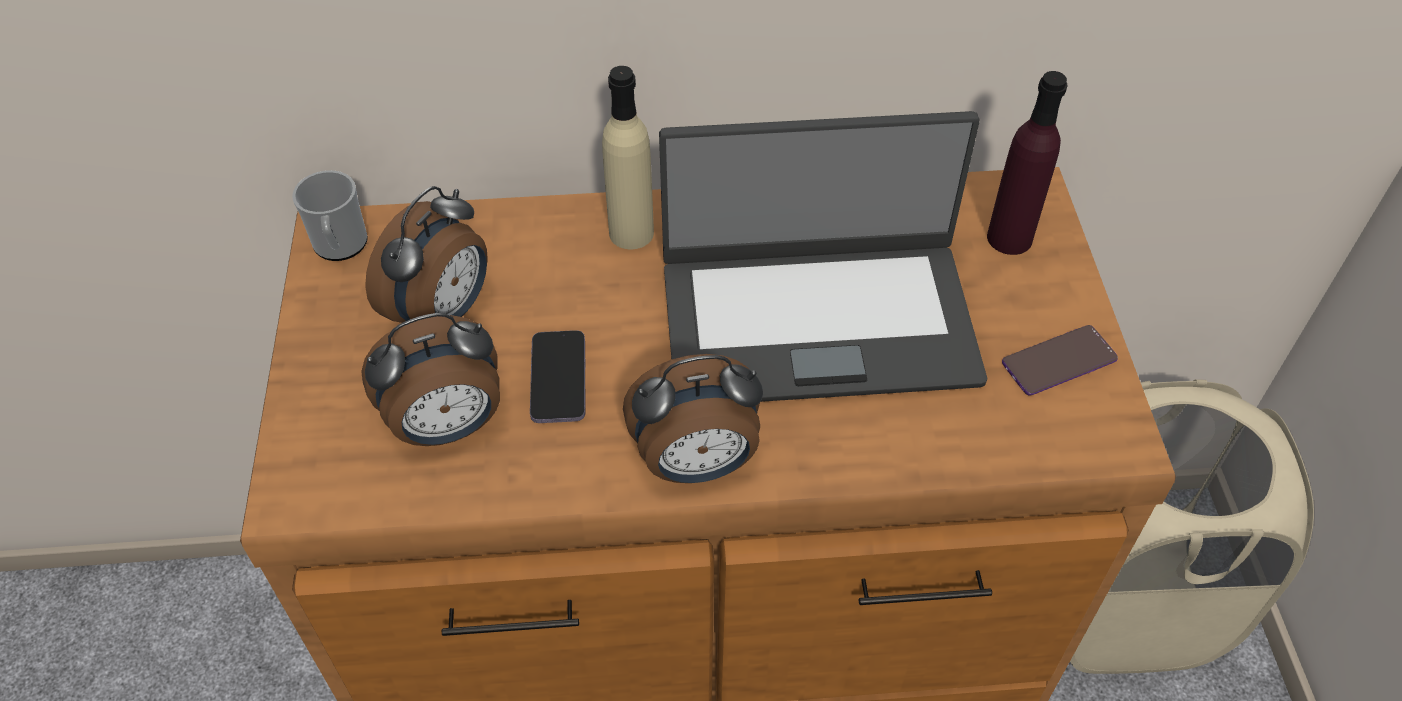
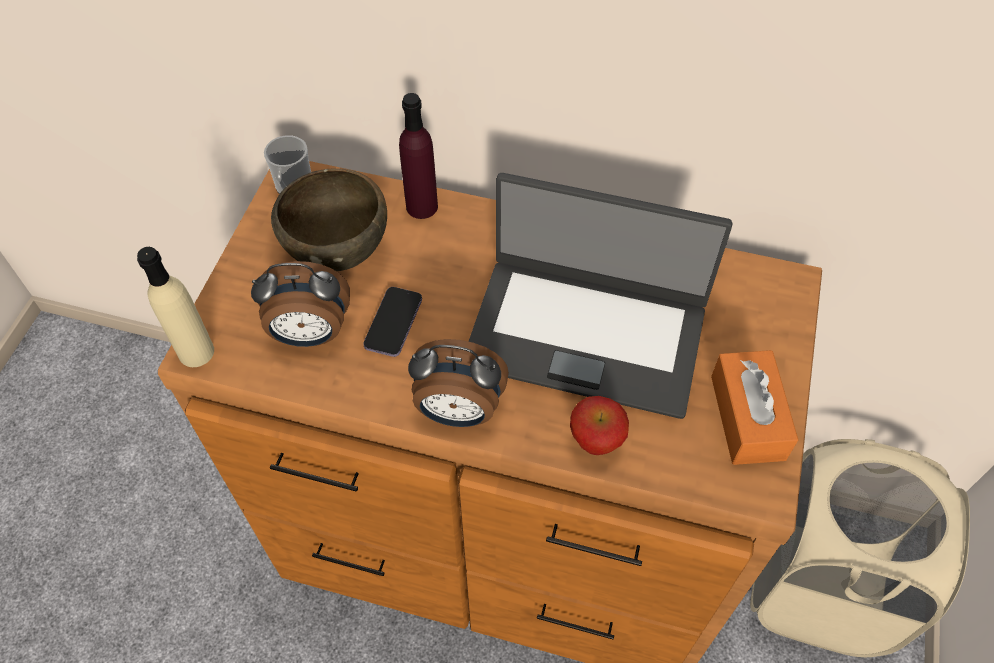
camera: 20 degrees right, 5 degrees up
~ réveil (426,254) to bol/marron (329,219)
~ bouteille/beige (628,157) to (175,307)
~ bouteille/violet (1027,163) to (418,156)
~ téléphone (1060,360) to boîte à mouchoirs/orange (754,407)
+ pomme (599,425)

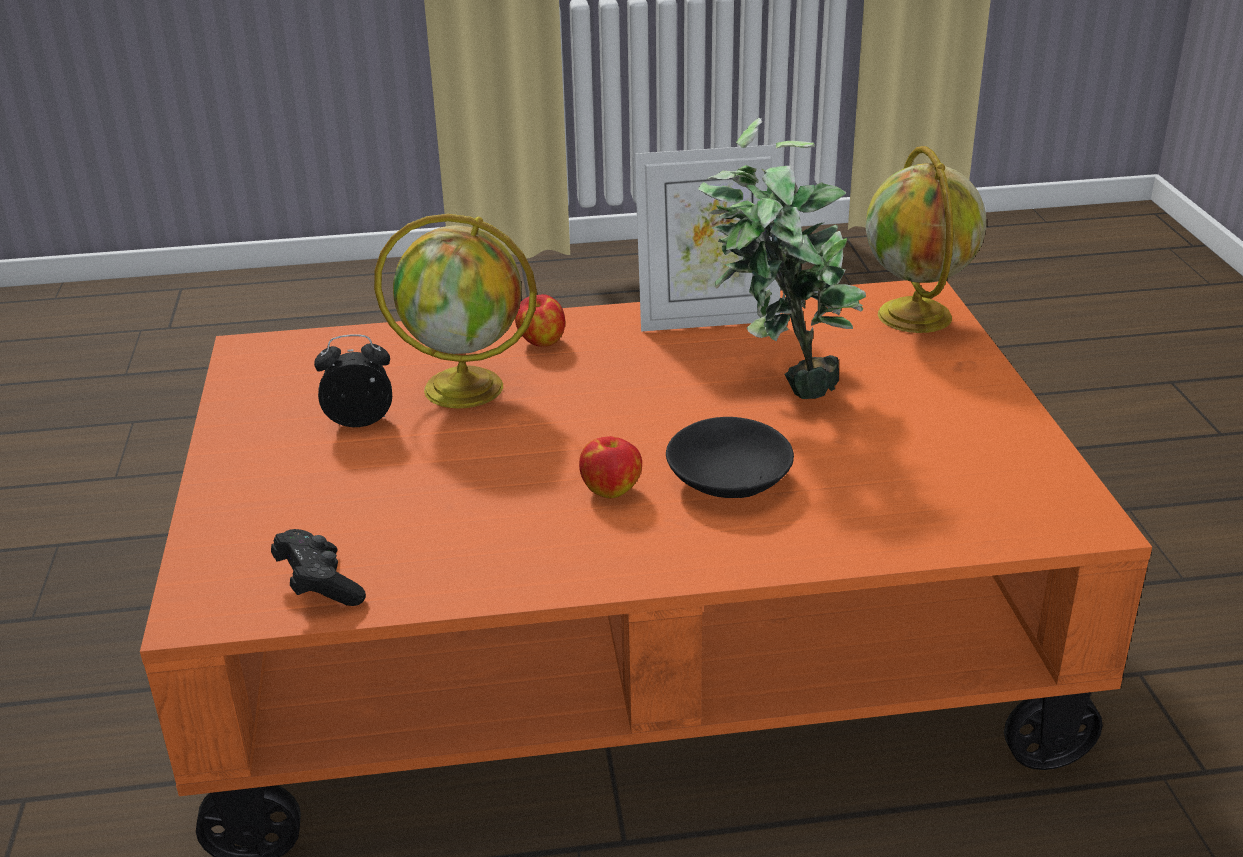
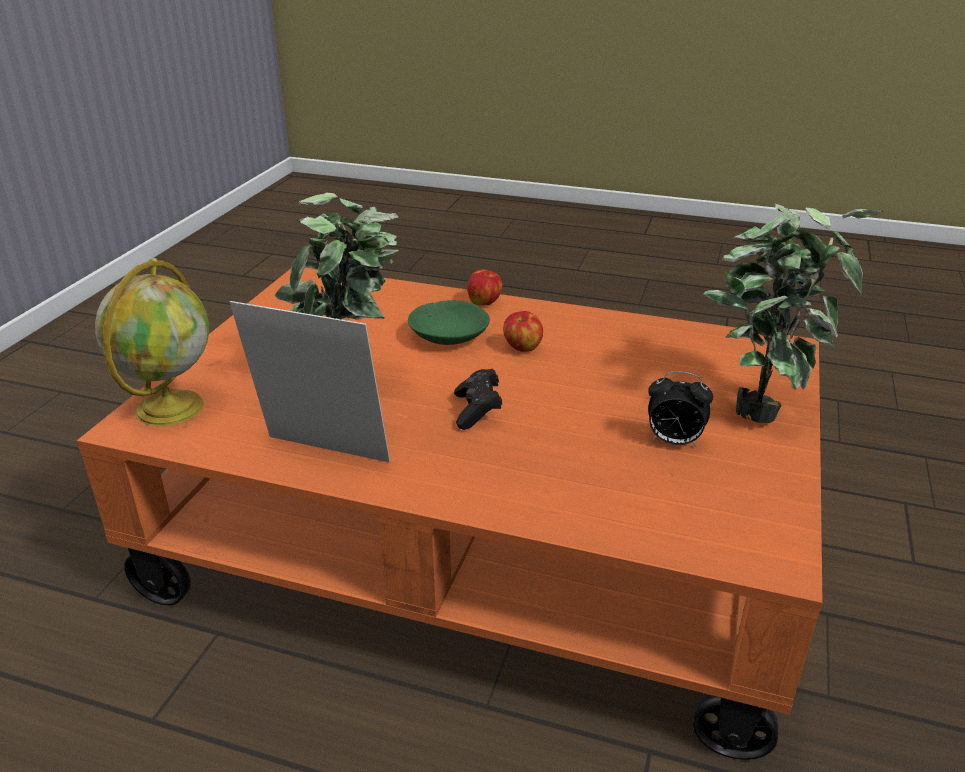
camera: 155 degrees left, 0 degrees up
~ manette/noir (318,567) to (478,399)
- globe (455,311)
~ pomme (540,320) to (484,287)
~ bol/noir (730,457) to bol/vert (449,322)
+ plante en pot (793,313)

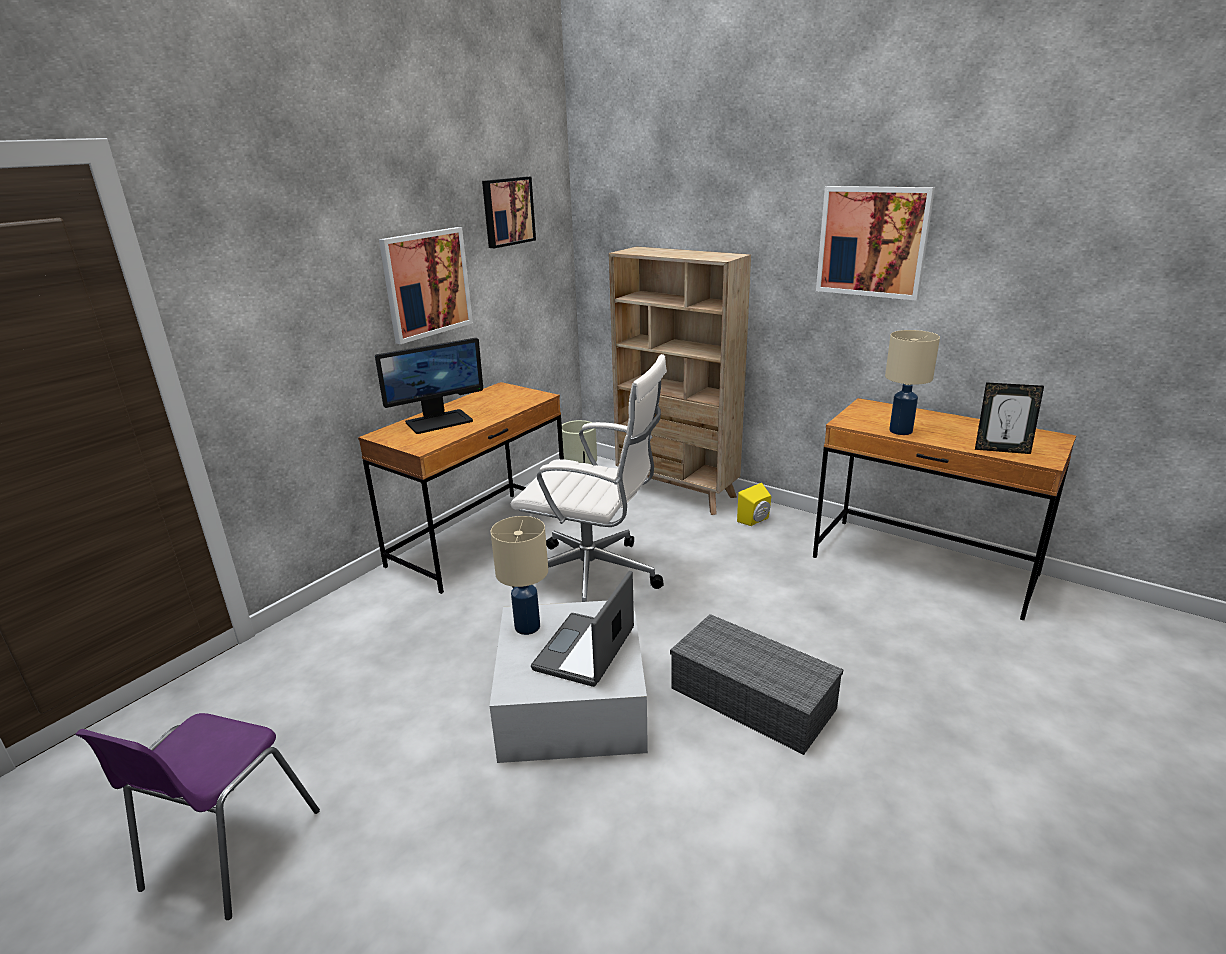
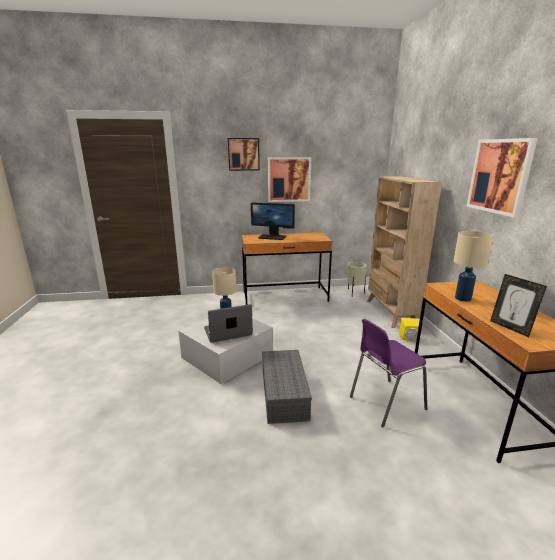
camera: 45 degrees right, 5 degrees down
~ chaise/violet (197,816) to (388,373)
~ tableau (509,212) to (244,154)
- chaise de bureau/blanc (589,478)

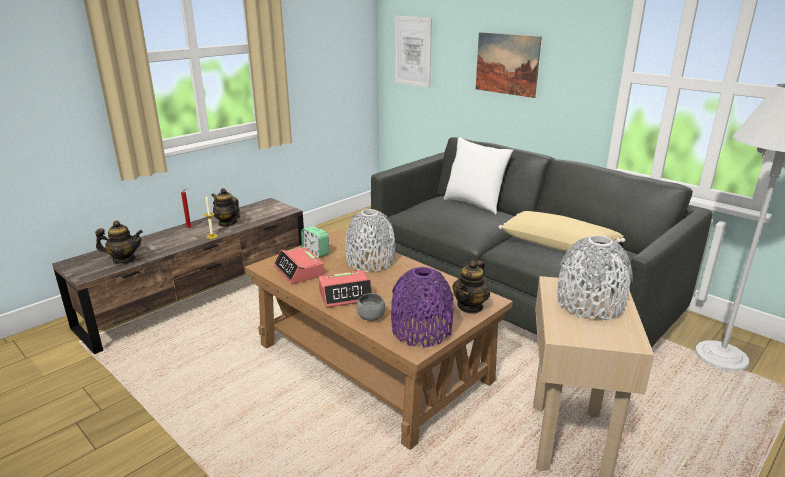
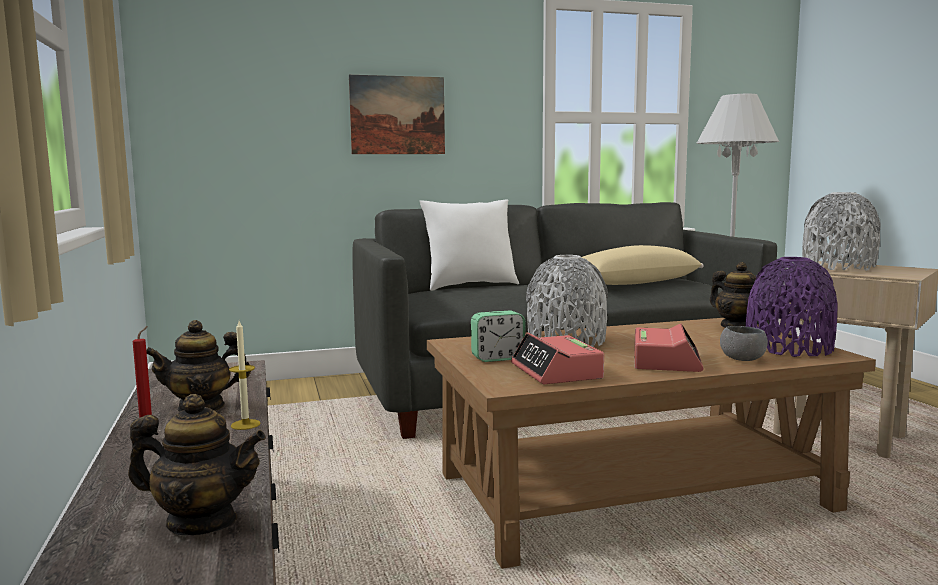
camera: 60 degrees left, 15 degrees down
~ théière (119,242) = (197,464) 75 degrees clockwise
~ réveil (299,265) = (557,358) 75 degrees clockwise
- tableau (413,52)

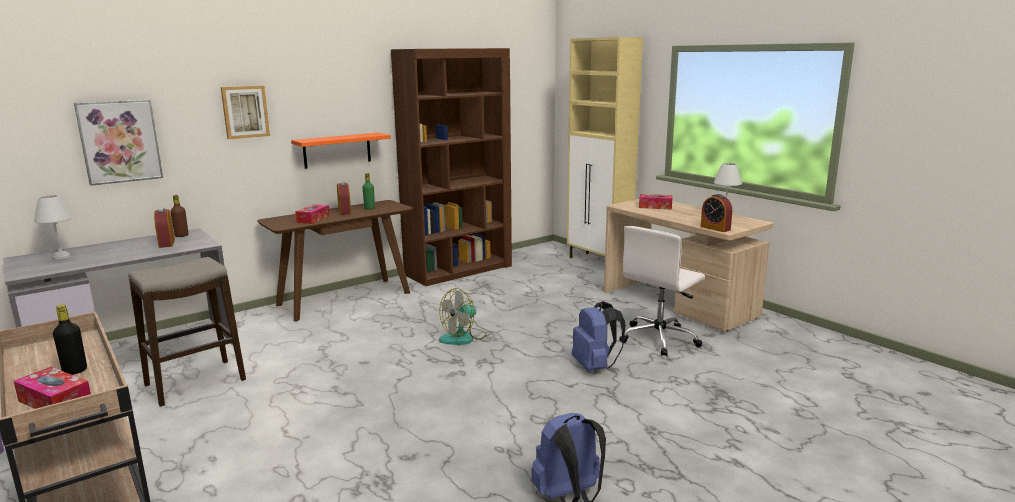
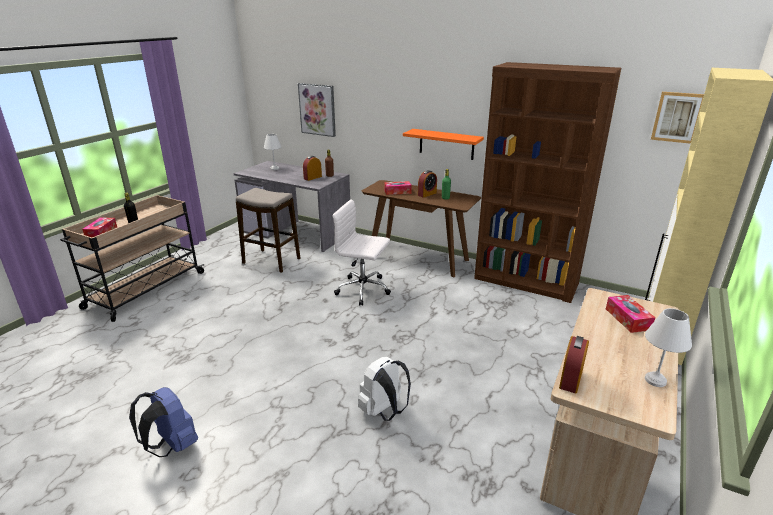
camera: 65 degrees right, 10 degrees up
~ tableau (245,112) to (677,118)
- ventilateur (463,316)
~ sac à dos/bleu (599,336) to sac à dos/blanc (384,389)
~ chaise de bureau/blanc (662,291) to (361,252)

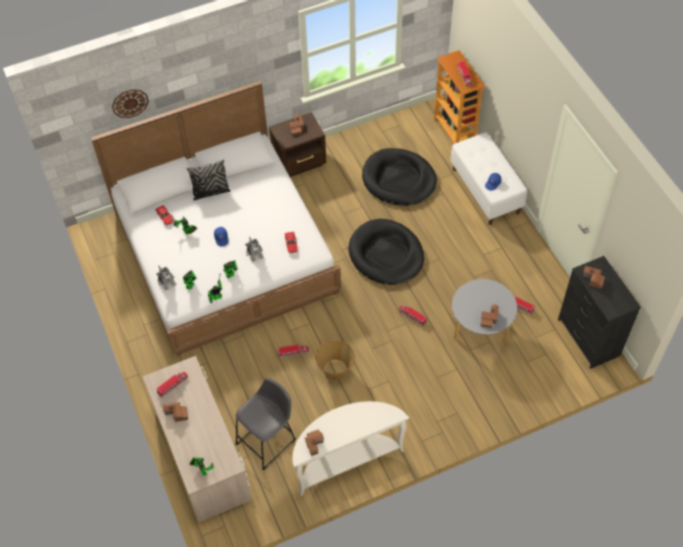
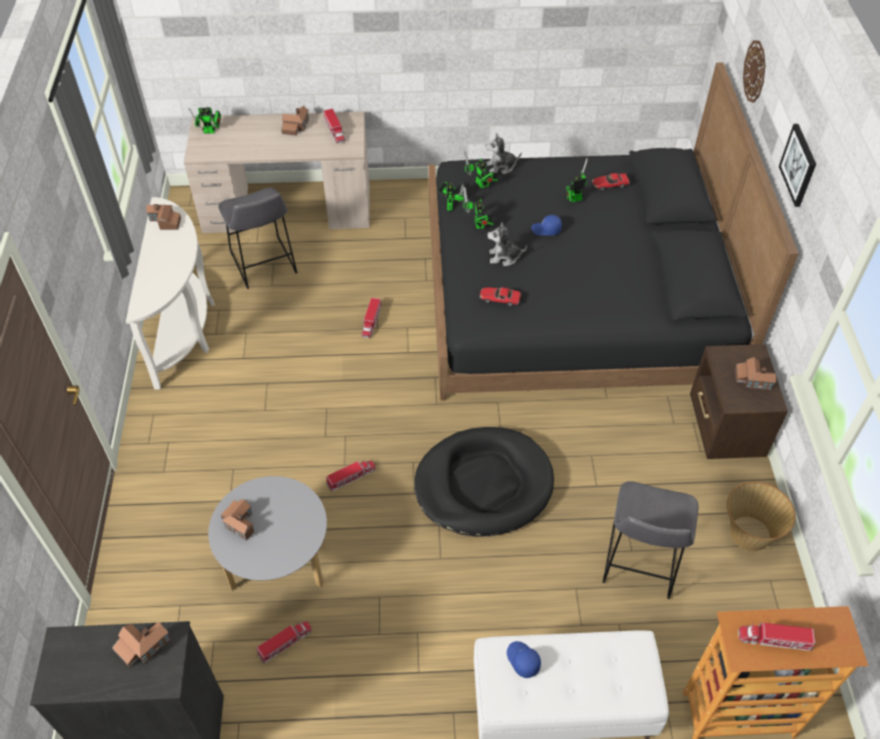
camera: 110 degrees right, 5 degrees down
~ lit/blanc (216,218) to lit/noir (613,231)
- coussin/noir (209,180)
~ panier (335,360) to (761,516)
~ panier pour chien/noir (399,177) to tabouret/gris (650,540)
+ tableau (797,165)

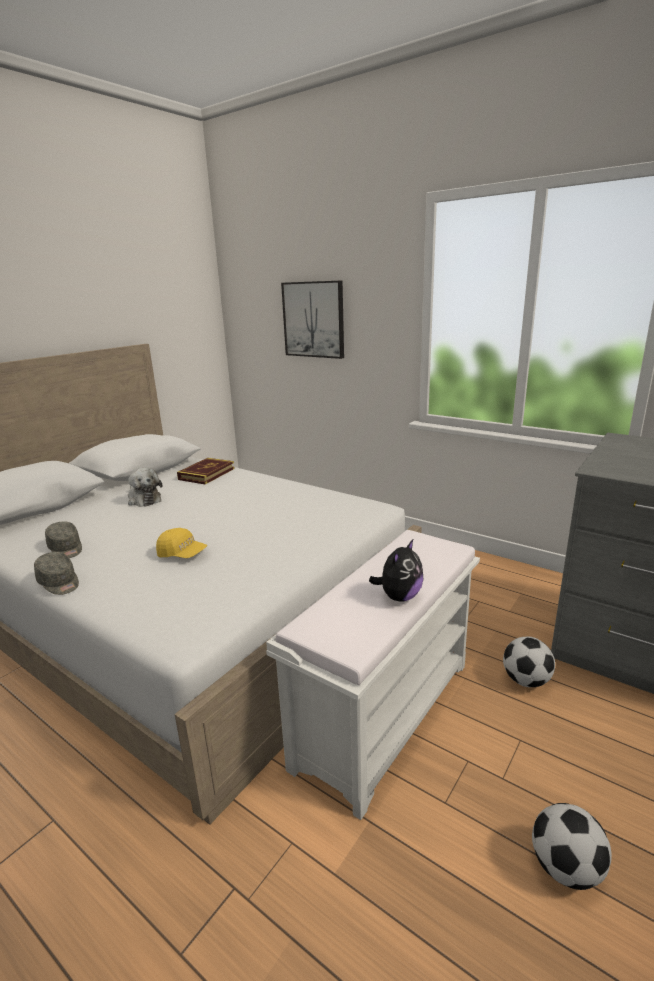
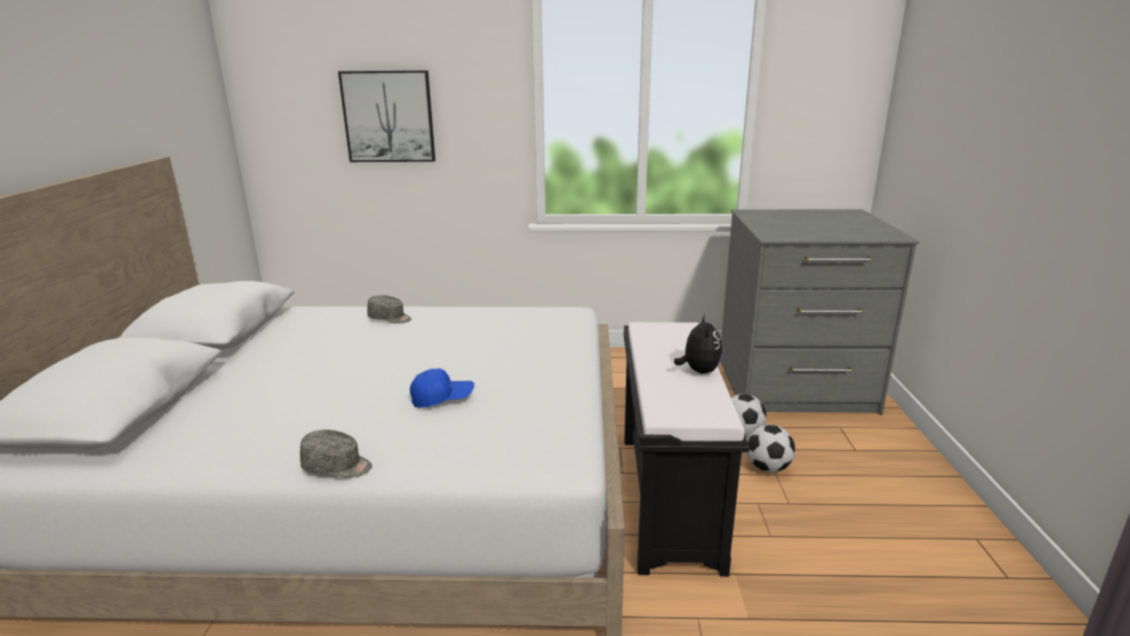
camera: 35 degrees left, 0 degrees up
~ casquette/gris (63,540) to (389,309)
- peluche (145,487)
~ casquette/jaune (181,543) to casquette/bleu (442,388)
- livre (206,471)
~ banc/blanc (373,675) to banc/noir (687,449)
~ ballon de foot (572,846) to (770,448)

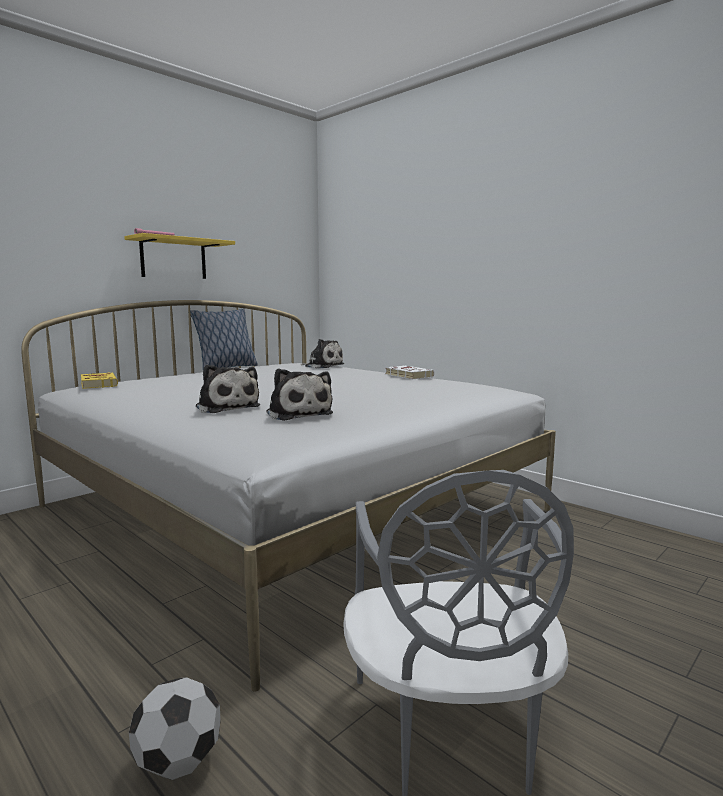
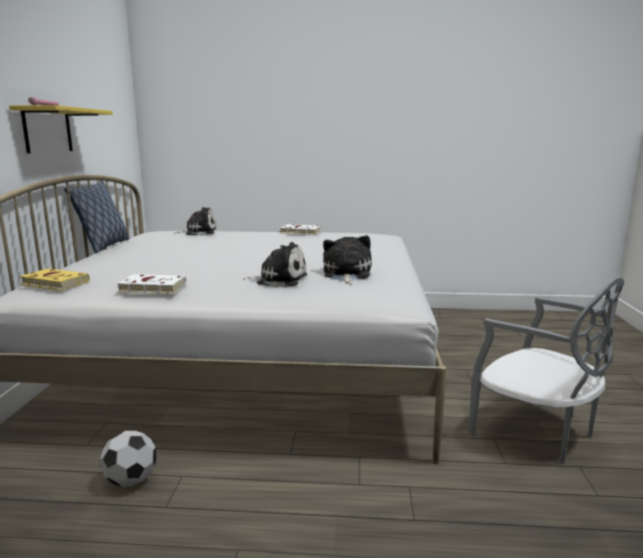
camera: 40 degrees left, 5 degrees up
~ ballon de foot (175,728) to (128,459)
~ peluche (299,394) = (347,259) 105 degrees counterclockwise
+ livre/blanc (151,284)

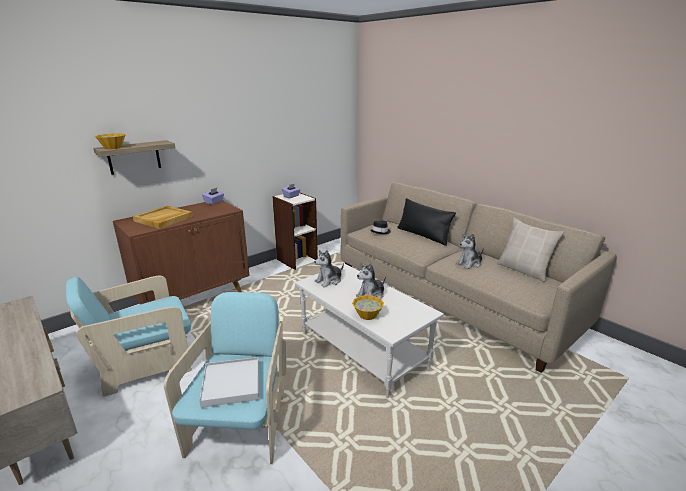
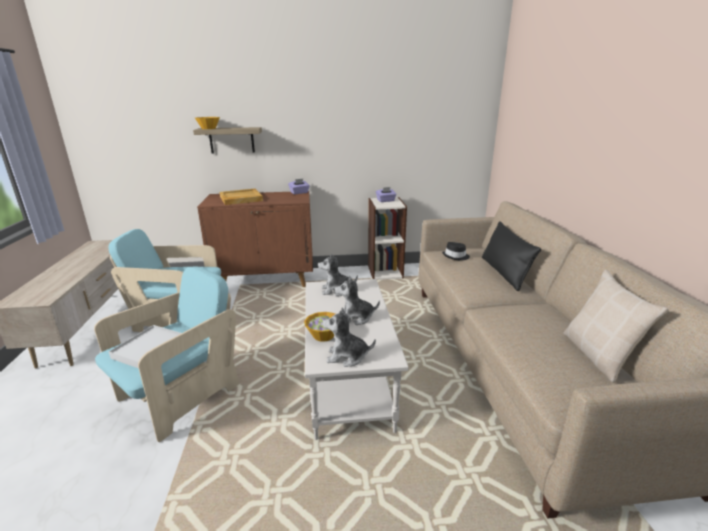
camera: 35 degrees right, 0 degrees up
~ peluche (470,251) to (349,337)

